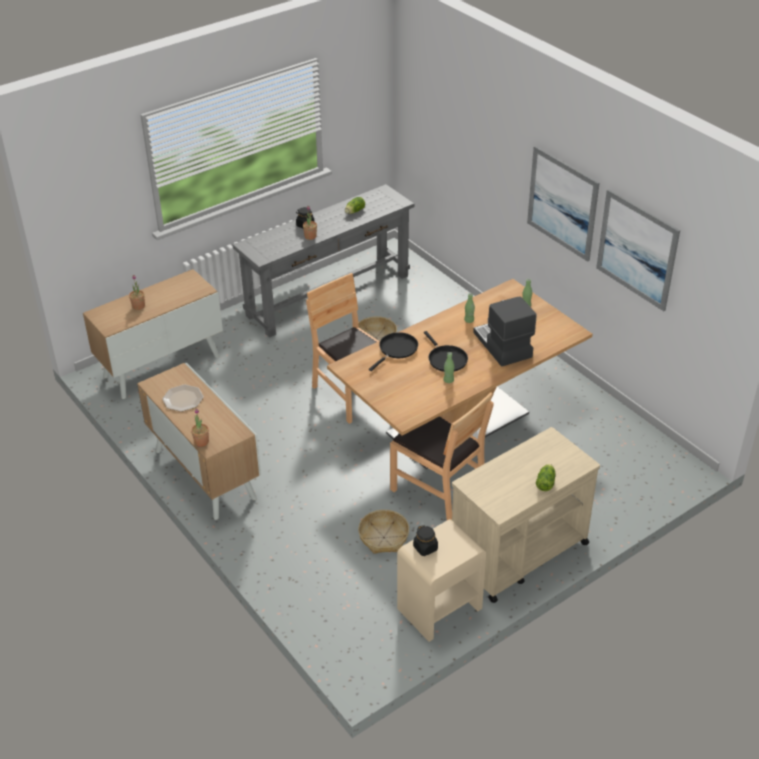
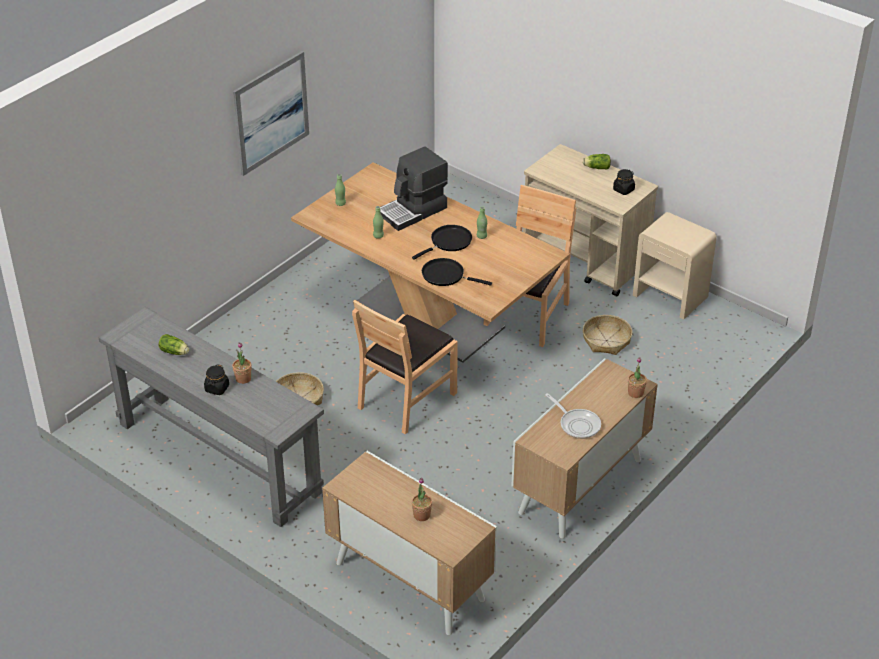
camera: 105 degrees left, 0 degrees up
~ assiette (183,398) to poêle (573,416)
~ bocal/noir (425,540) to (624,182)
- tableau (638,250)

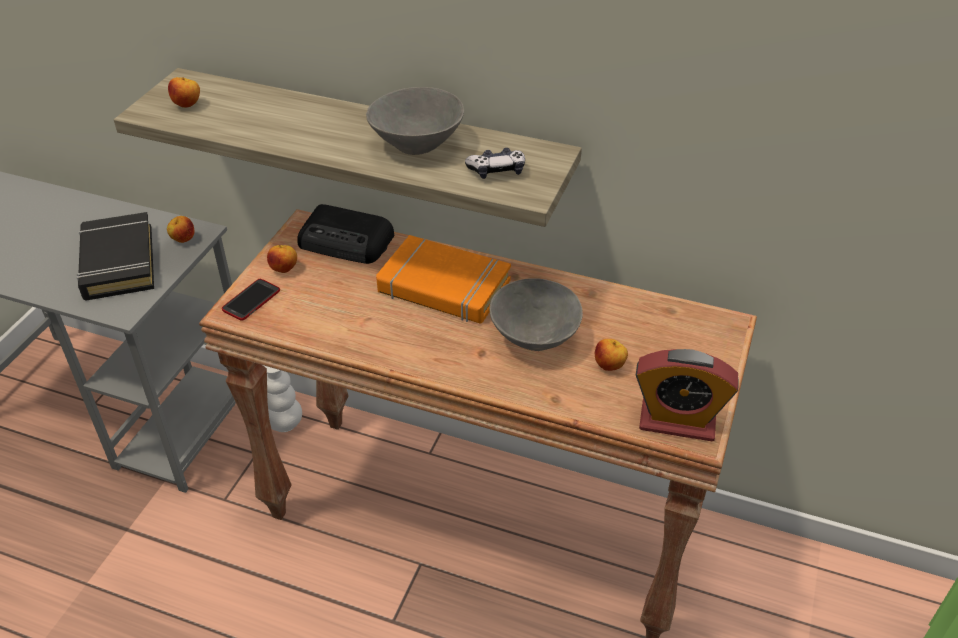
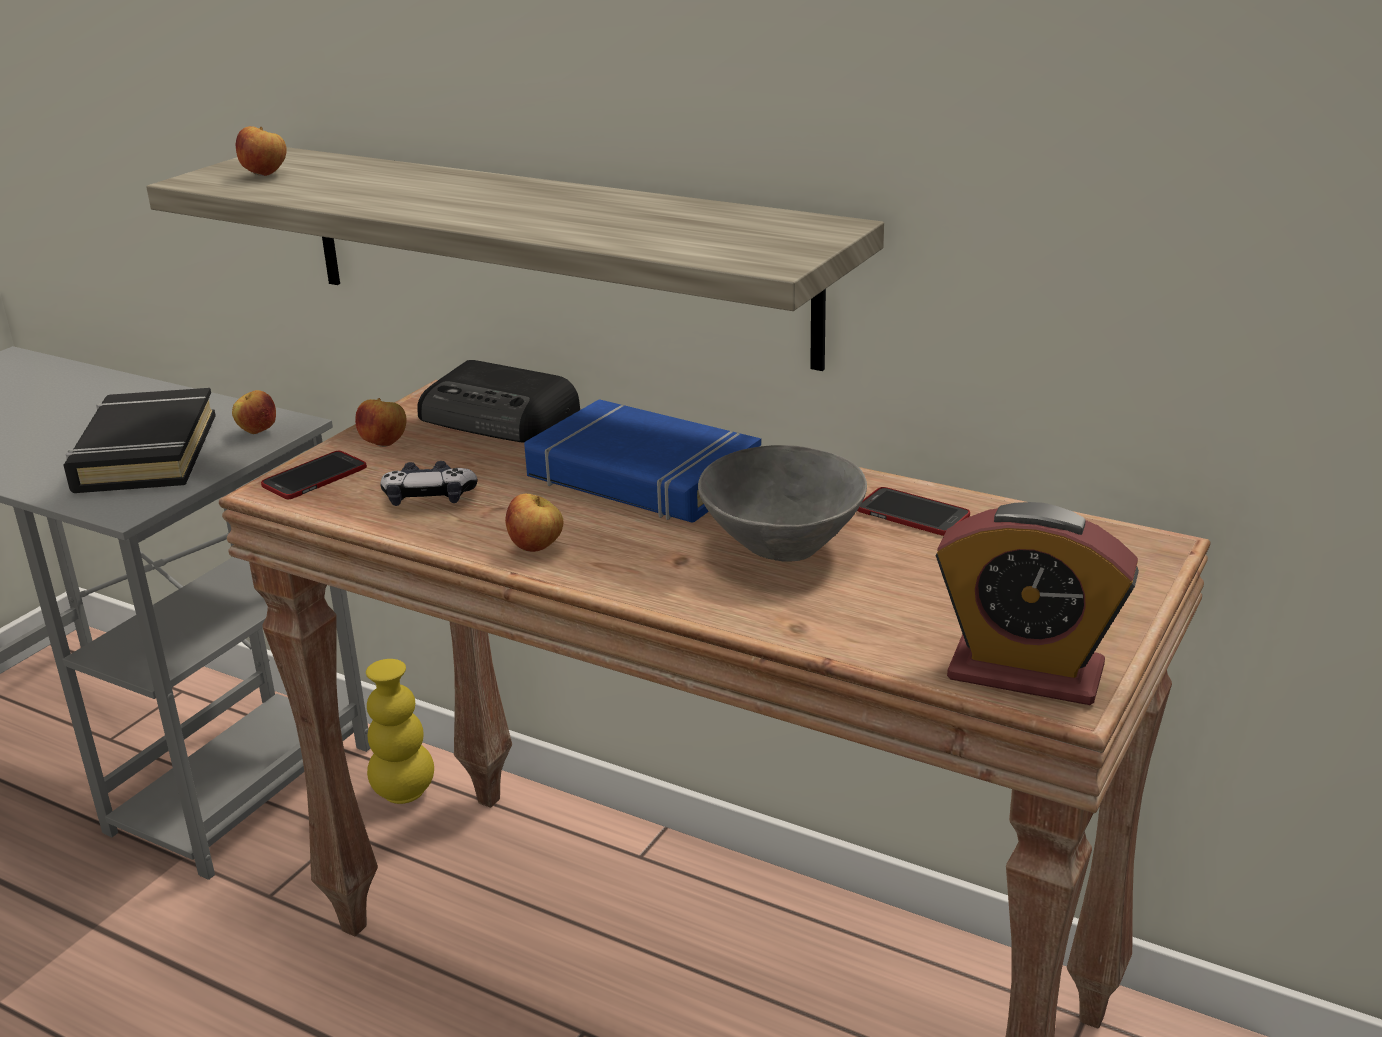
camera: 10 degrees right, 15 degrees down
~ vase/blanc (282,398) to vase/jaune (400,731)
- bol/gris (415,121)
~ livre/orange (443,279) to livre/bleu (642,461)
~ manette (495,163) to (429,483)
~ pomme (611,355) to (534,523)
+ téléphone (913,511)

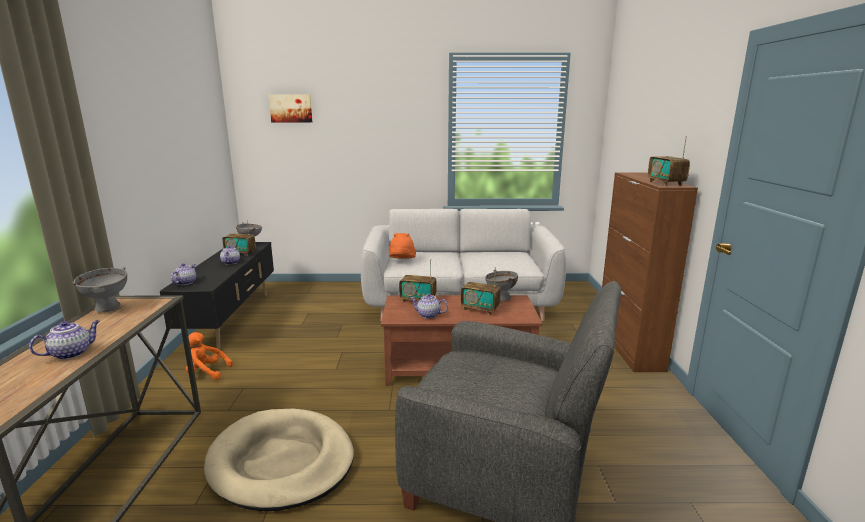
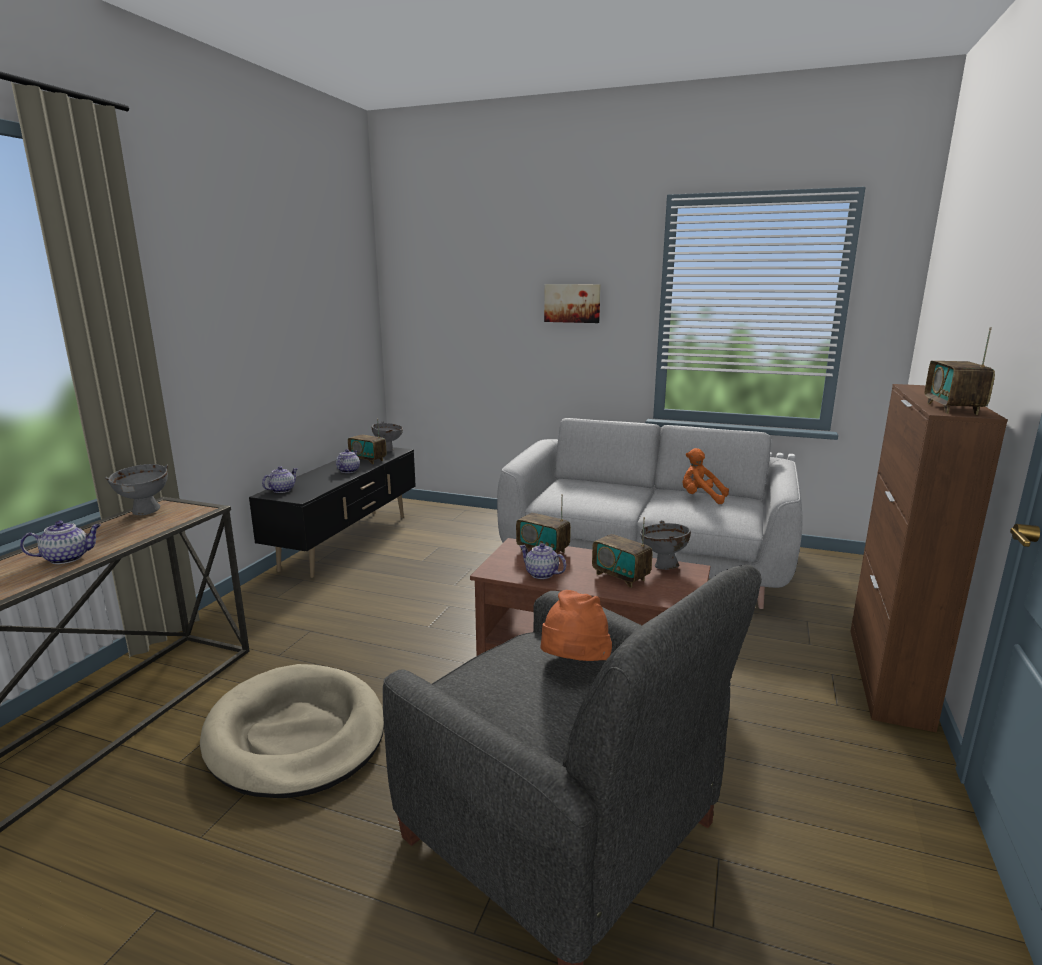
camera: 20 degrees right, 0 degrees up
~ peluche/orange (209,356) to (705,476)
~ tableau (290,108) to (572,303)
~ chapeau/orange (402,246) to (576,625)

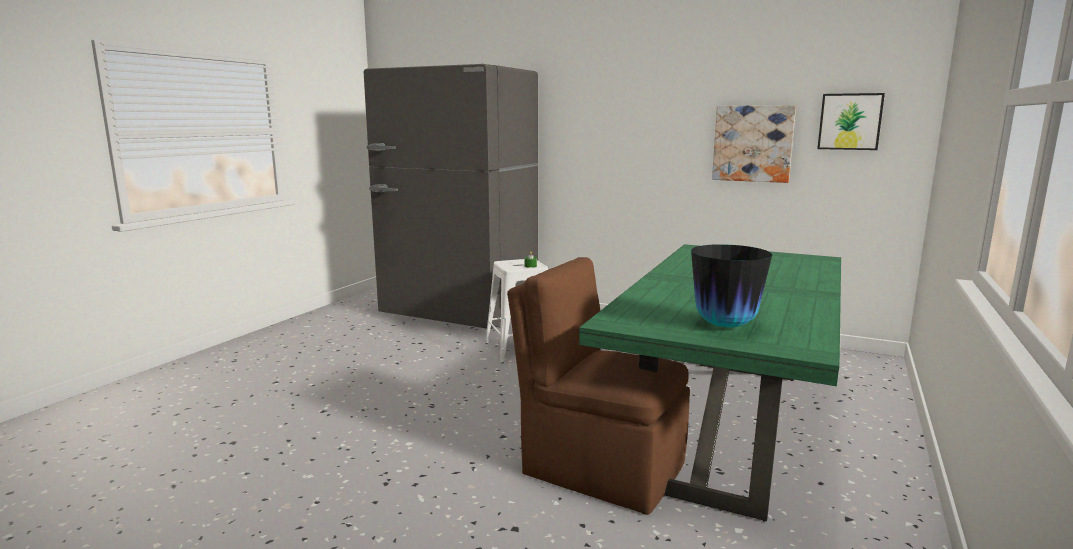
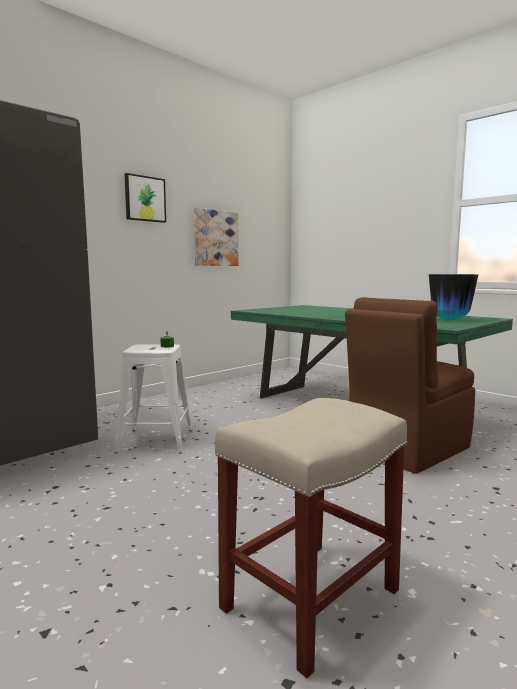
camera: 70 degrees left, 5 degrees down
~ tableau (851,121) to (145,198)
+ tabouret/beige (311,538)

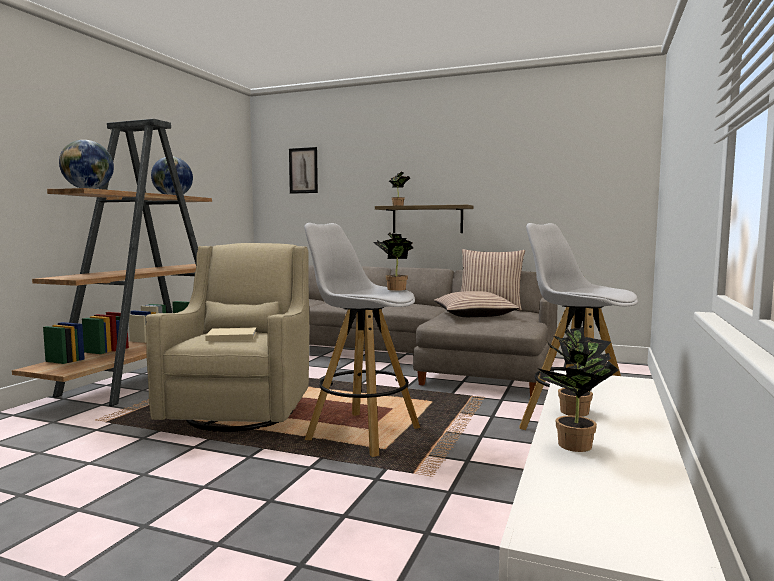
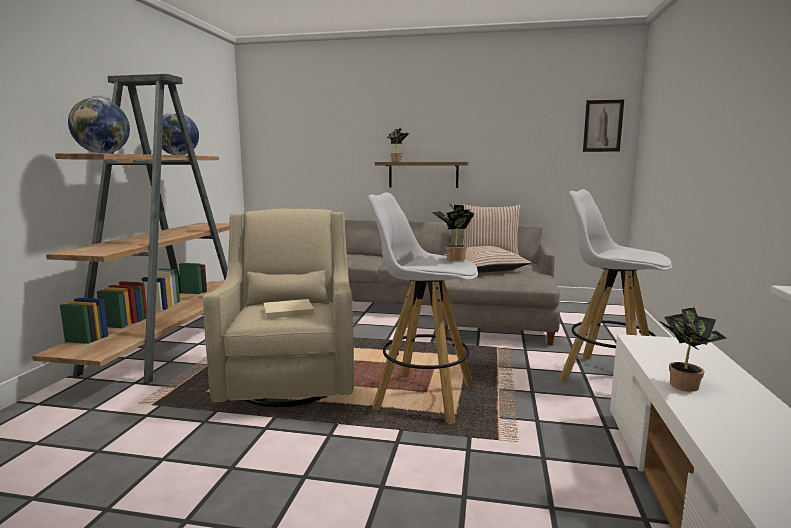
camera: 10 degrees left, 5 degrees up
~ tableau (303,170) to (603,126)
- plante en pot (577,401)

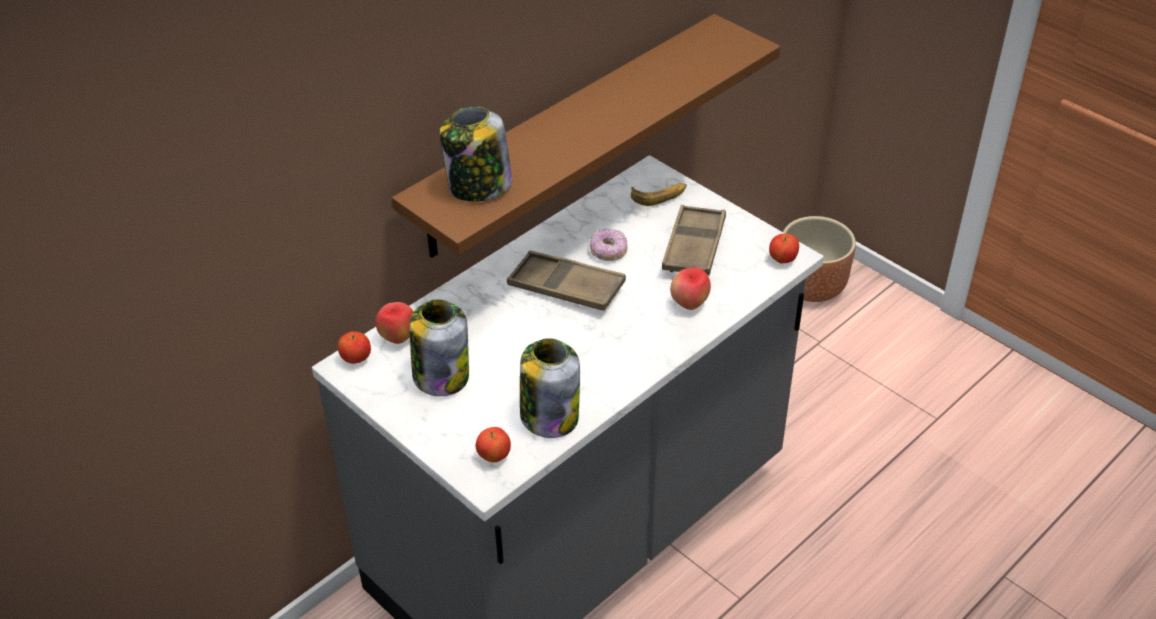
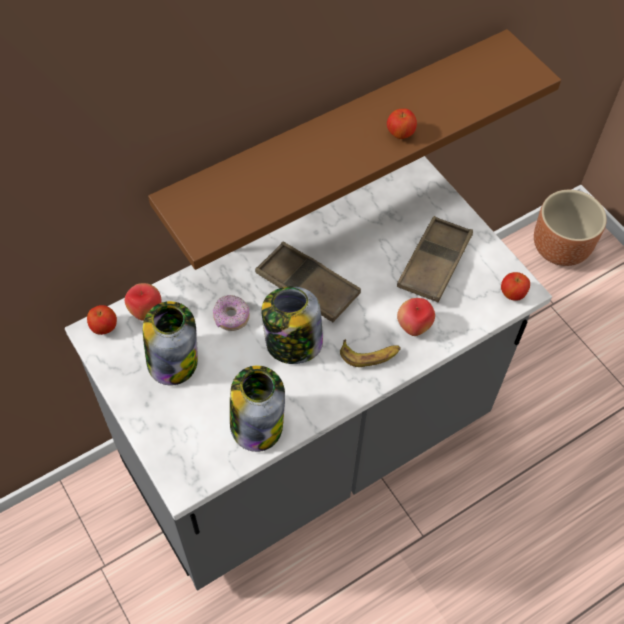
camera: 10 degrees right, 15 degrees up
~ bocal (476,154) to (292,325)
~ pomme (493,445) to (402,123)
~ beignet (609,244) to (231,313)
~ banane (659,194) to (370,353)

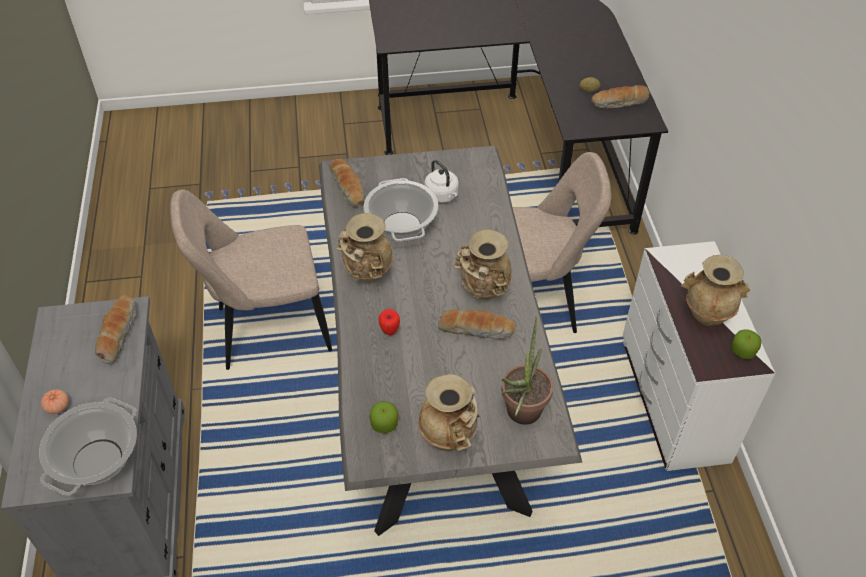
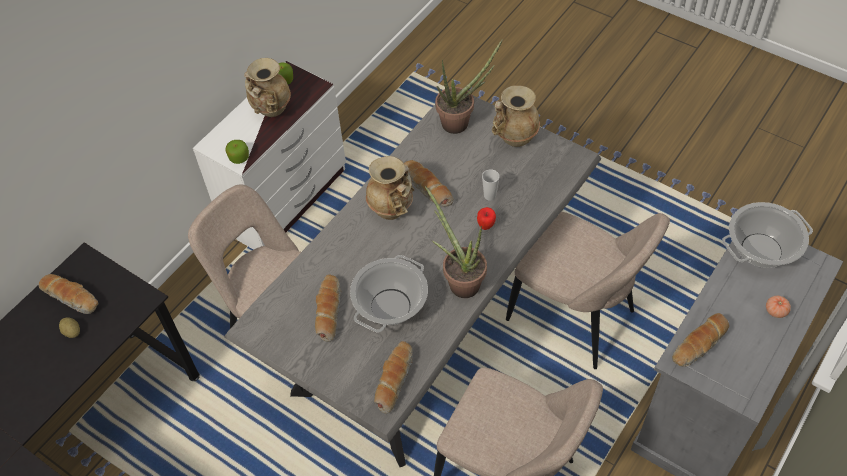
camera: 135 degrees left, 5 degrees up
~ vase/beige (364,248) to plante en pot (456,242)
~ pomme (384,417) to (237,152)
~ bouilloire/blanc (441,181) to pain (328,308)
+ tasse (490,185)
+ chaise/beige (588,290)

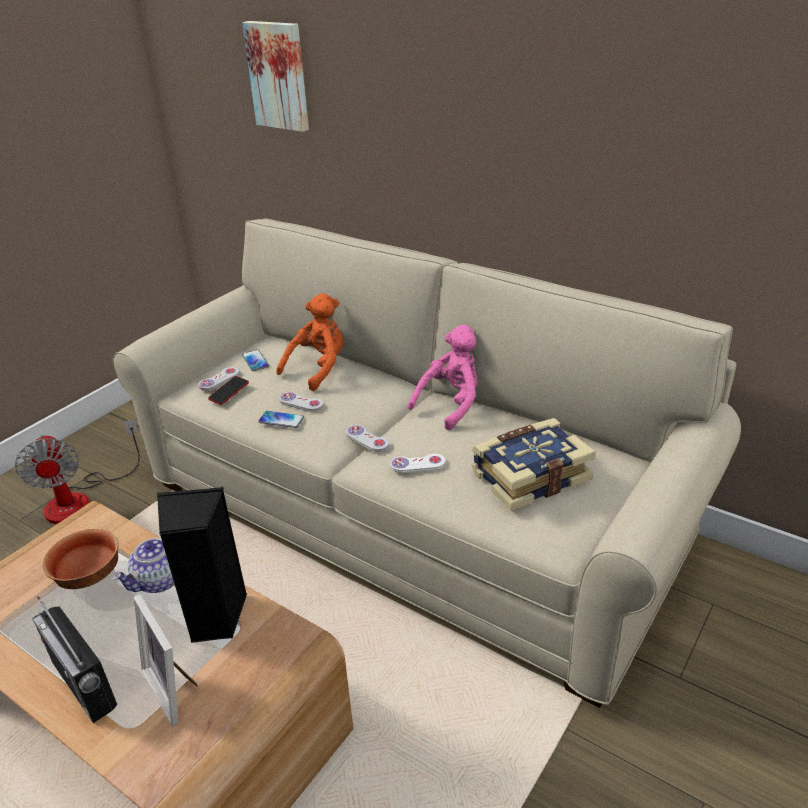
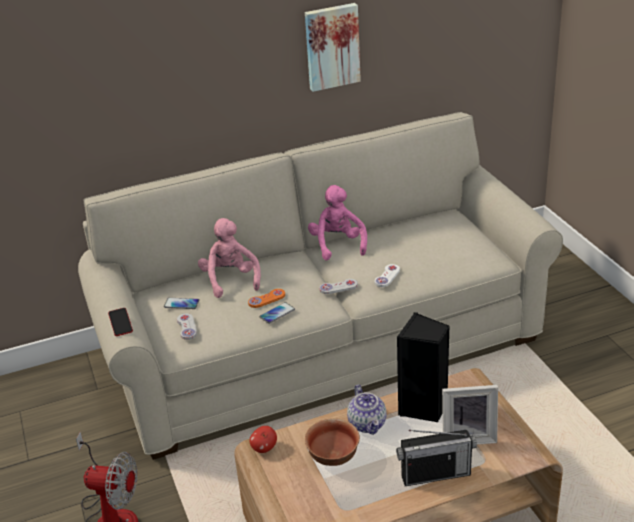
camera: 55 degrees left, 0 degrees up
~ téléphone (228,390) to (120,322)
~ tableau (275,76) to (333,47)
~ peluche/orange (310,342) to peluche/rose (229,258)
~ manette/blanc (301,402) to manette/orange (266,298)
- livre (534,464)
+ pomme (263,439)

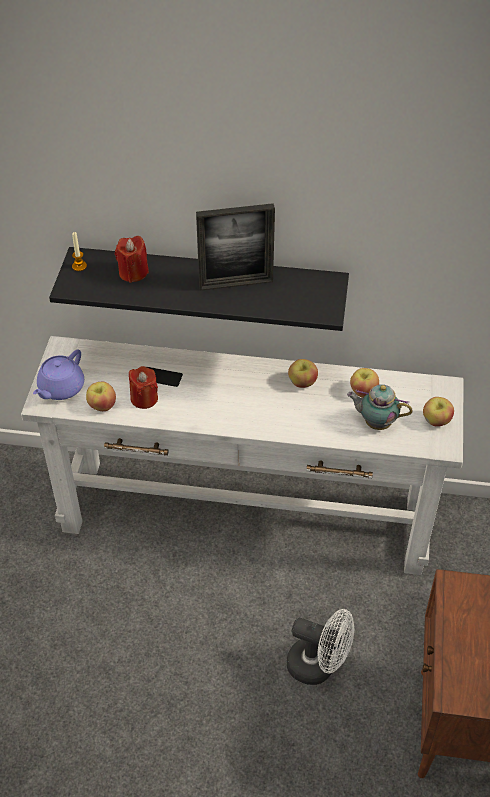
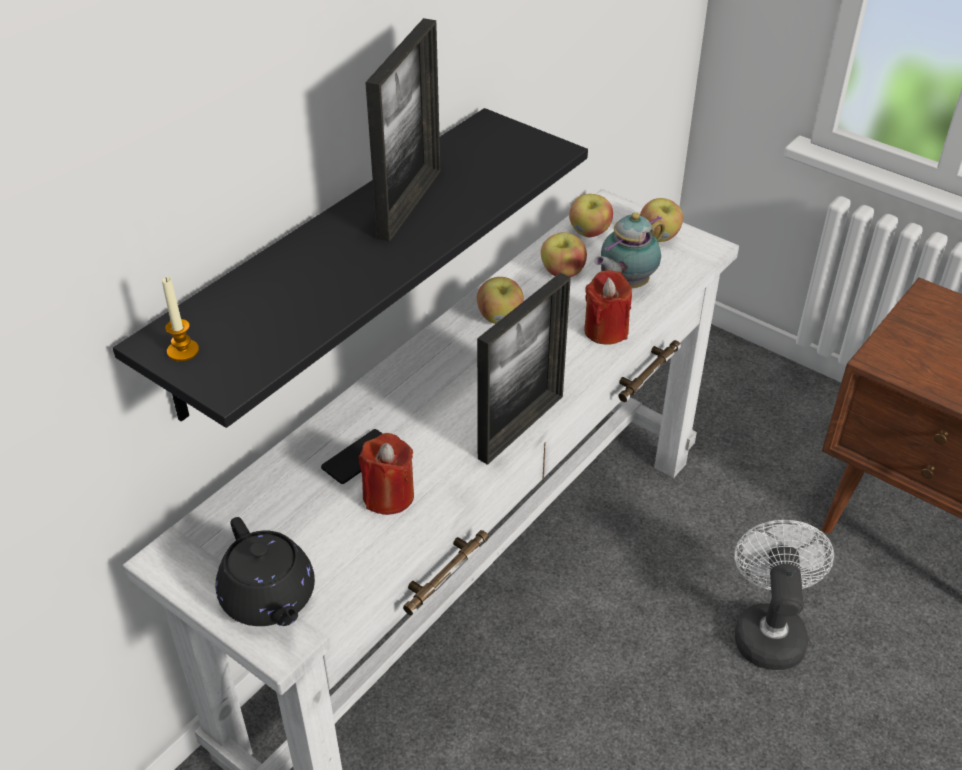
camera: 60 degrees left, 5 degrees down
~ théière/violet (58,375) to théière/noir (265,571)
~ pomme (101,396) to (591,215)
~ bougie/rouge (132,259) to (608,307)
~ ventilateur/blanc (320,647) = (784,595) 45 degrees counterclockwise
+ cadre photo (524,369)

